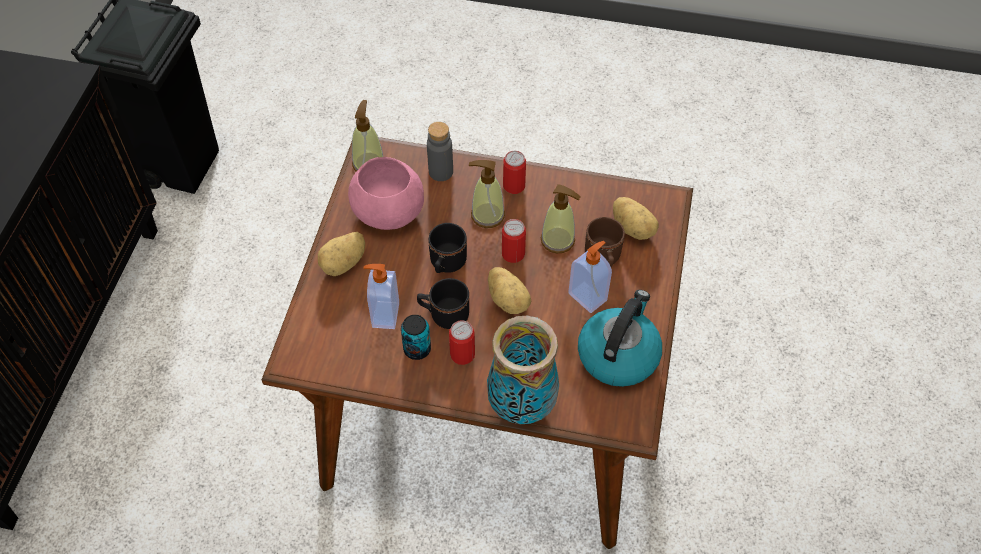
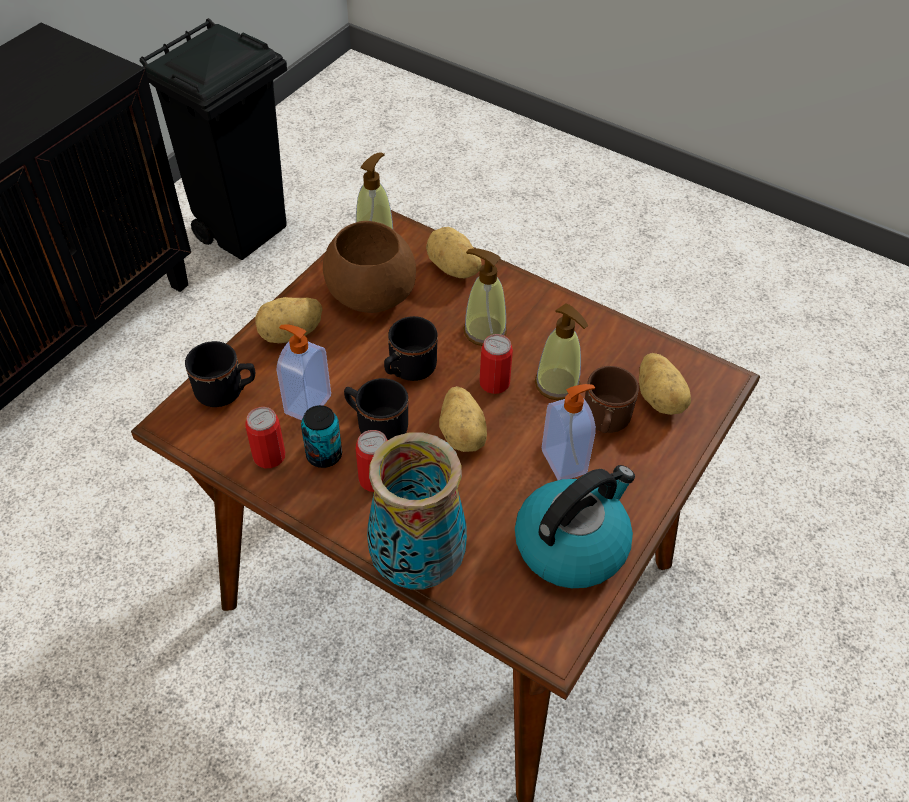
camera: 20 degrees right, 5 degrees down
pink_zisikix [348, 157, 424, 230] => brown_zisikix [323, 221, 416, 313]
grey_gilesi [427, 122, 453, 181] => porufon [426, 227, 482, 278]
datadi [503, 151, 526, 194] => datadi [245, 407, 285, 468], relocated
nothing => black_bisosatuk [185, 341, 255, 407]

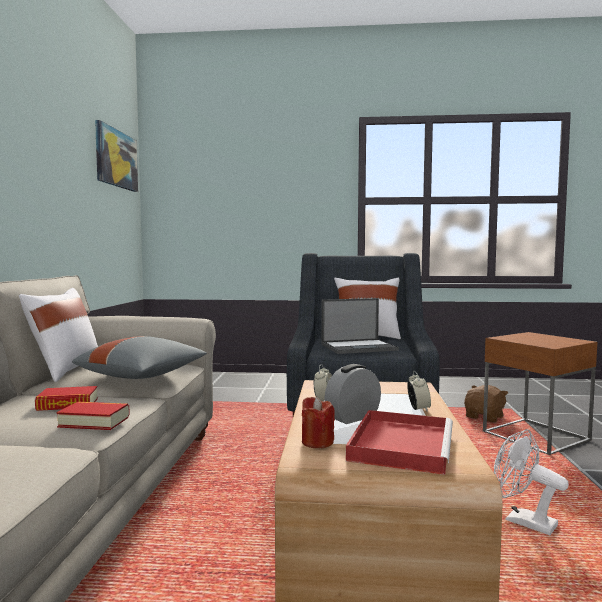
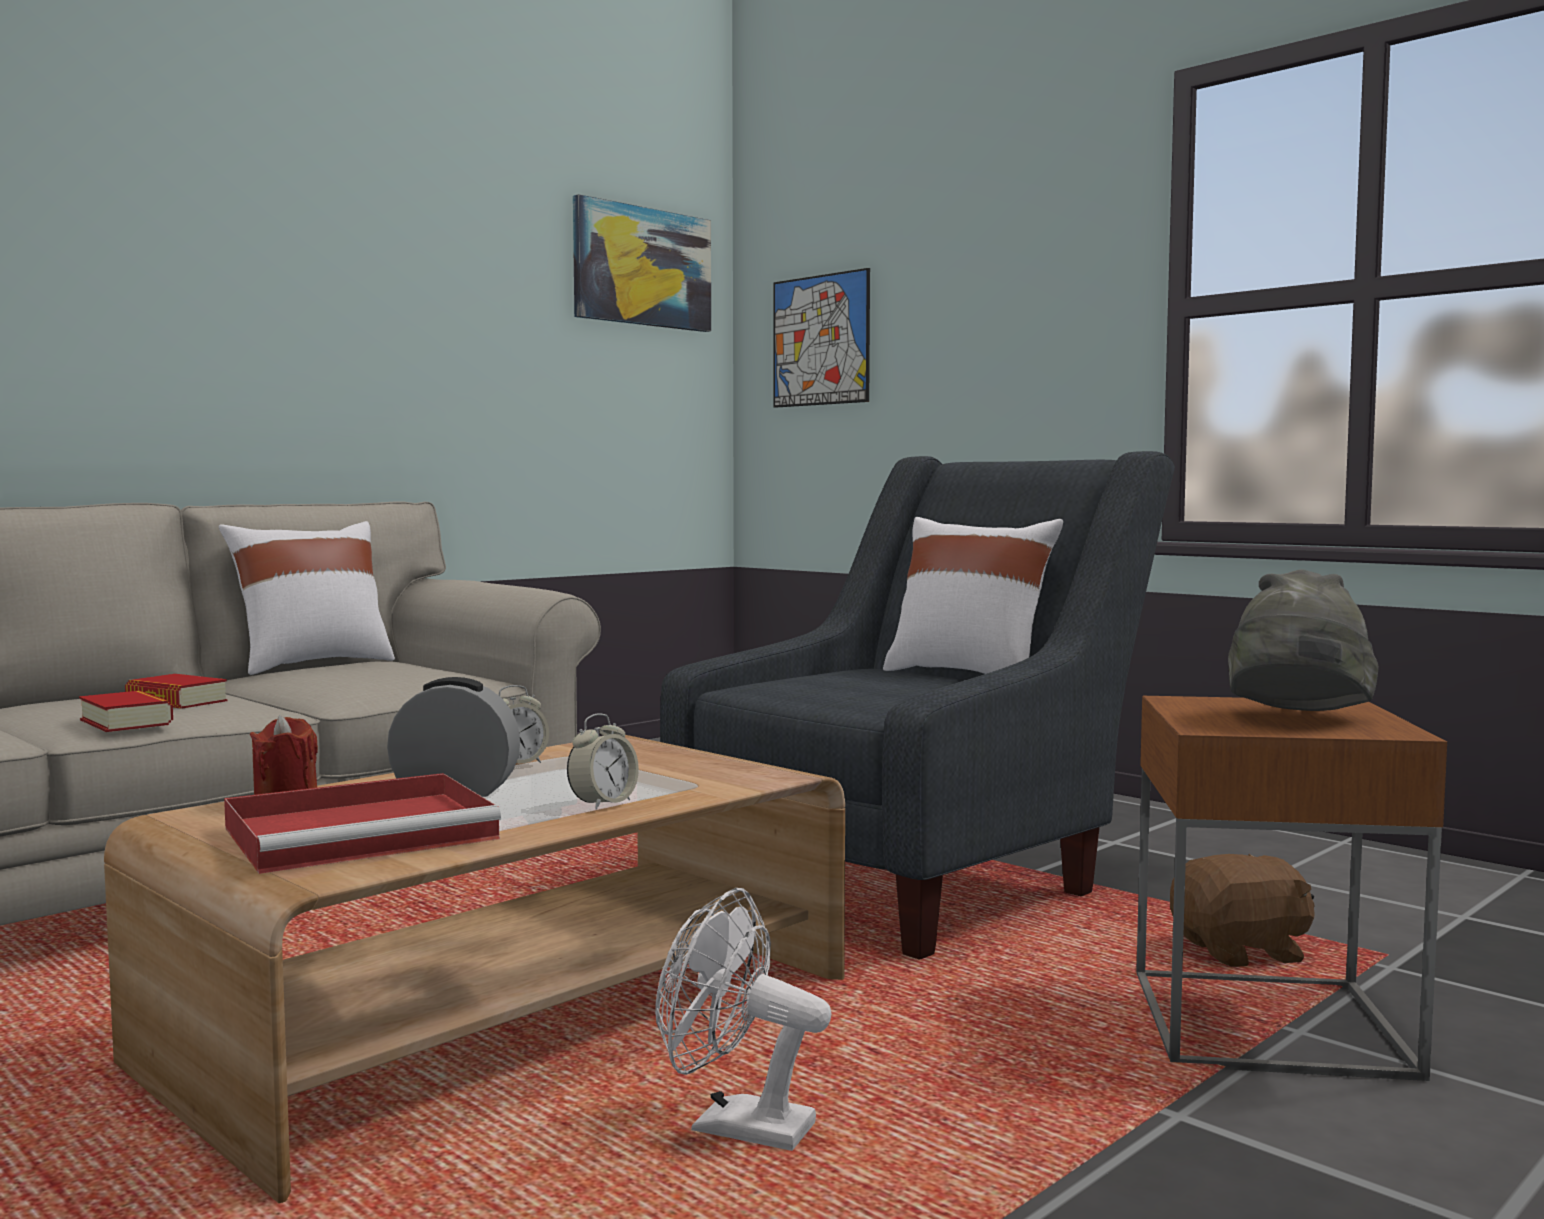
camera: 40 degrees right, 0 degrees up
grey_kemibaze [72, 336, 207, 379] => nothing
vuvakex [321, 298, 399, 354] => nothing
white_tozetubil [494, 429, 569, 535] => white_tozetubil [655, 888, 831, 1151], 60 degrees counterclockwise
nothing => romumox [774, 268, 870, 408]
nothing => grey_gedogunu [1228, 569, 1379, 711]

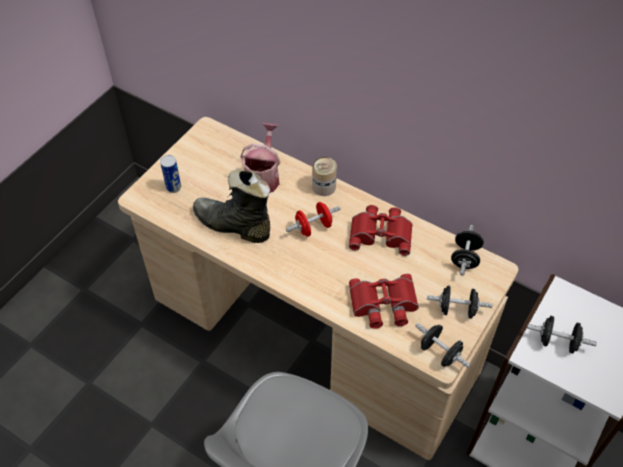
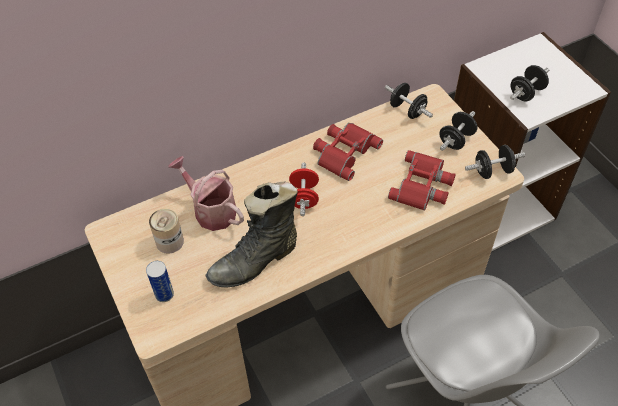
camera: 60 degrees left, 0 degrees up
datadi [312, 157, 337, 196] => datadi [149, 209, 184, 254], relocated

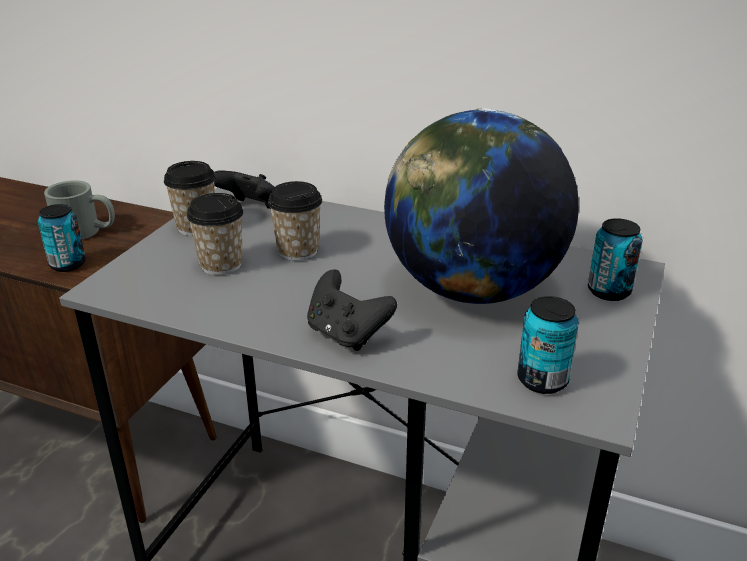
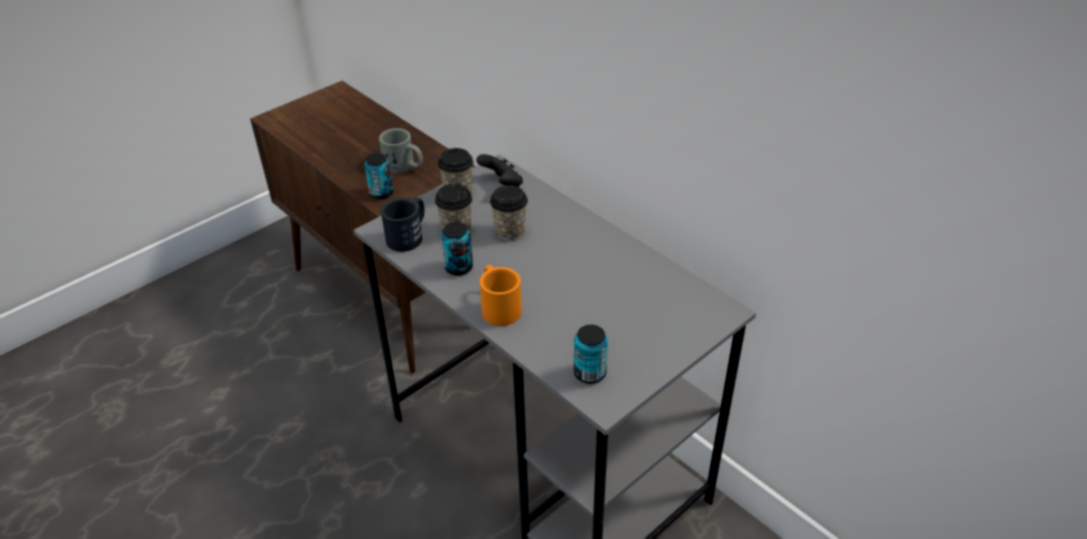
camera: 25 degrees right, 10 degrees up
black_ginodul [307, 270, 397, 351] => orange_bisosatuk [479, 265, 522, 326]
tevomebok [384, 108, 579, 304] => nothing
datadi [588, 218, 643, 301] => datadi [441, 222, 473, 276], relocated
nothing => black_bisosatuk [381, 197, 425, 252]

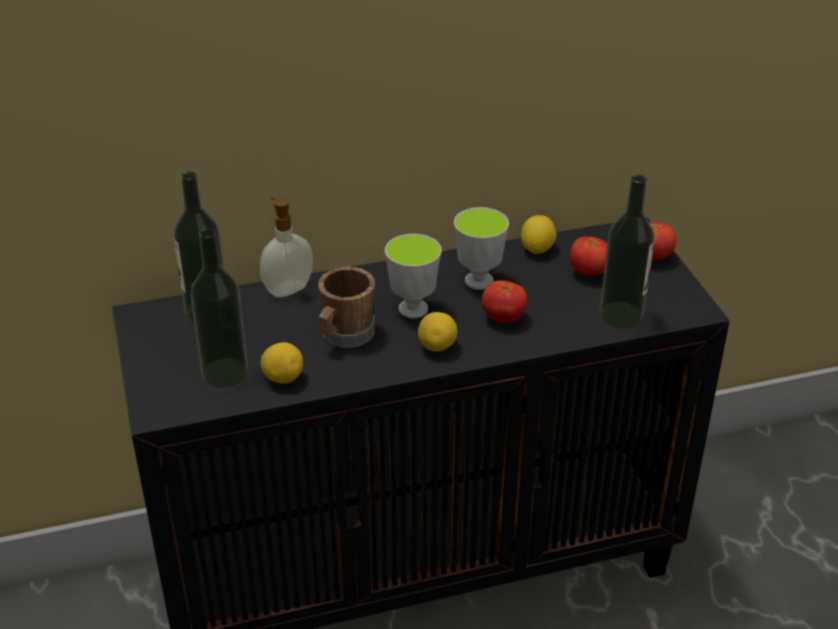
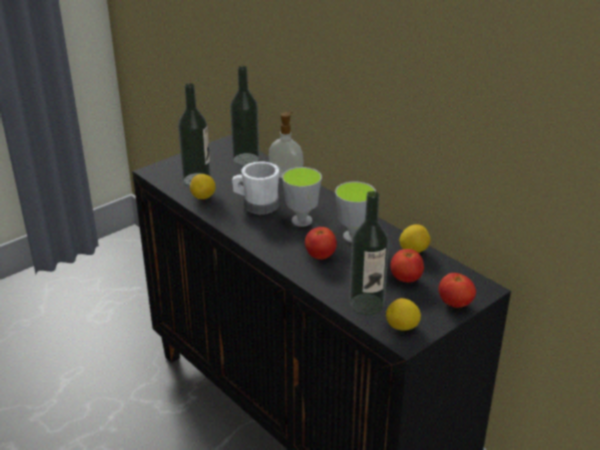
camera: 65 degrees right, 5 degrees down
brown_bisosatuk [318, 267, 375, 348] => white_bisosatuk [232, 161, 279, 214]
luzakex [418, 312, 457, 351] => luzakex [386, 298, 421, 330], relocated

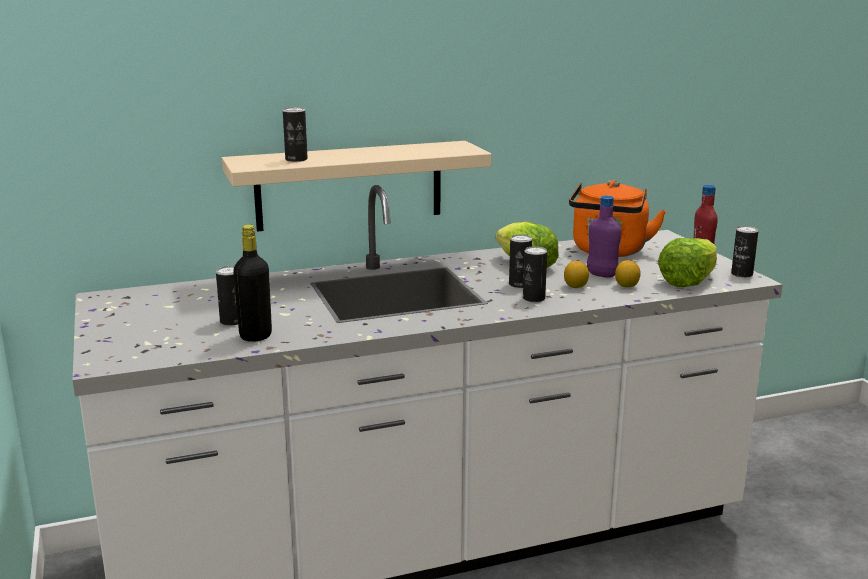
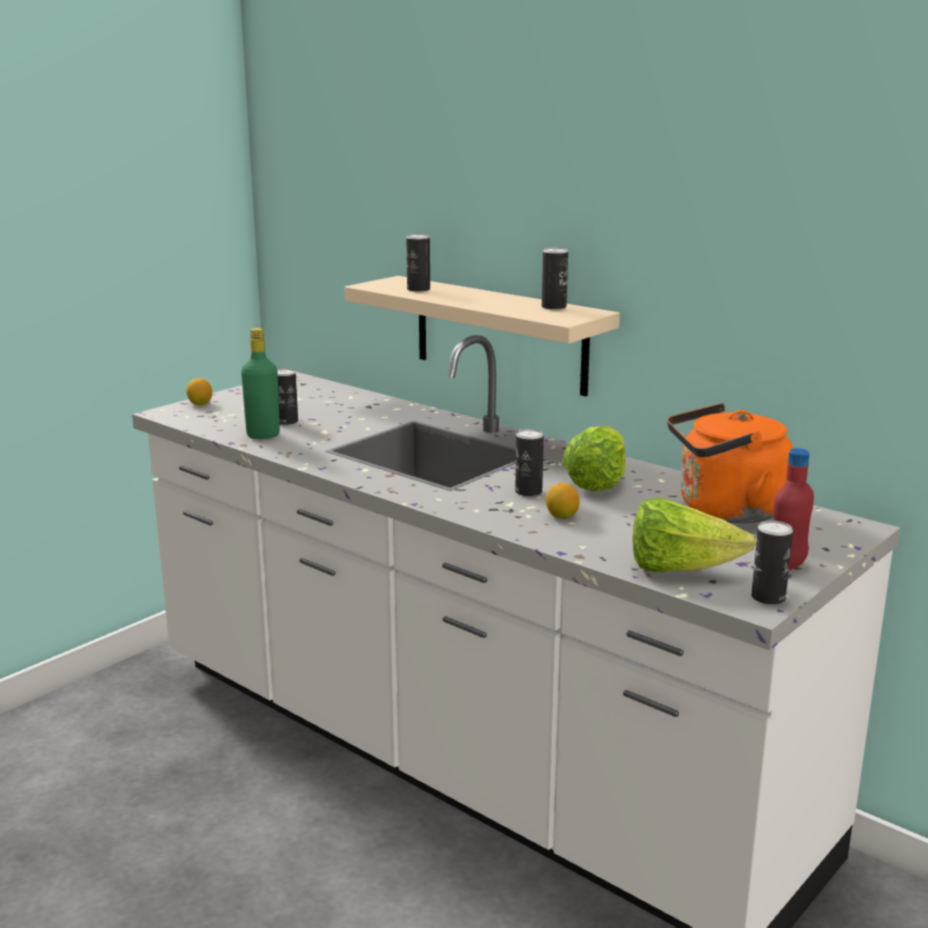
camera: 60 degrees right, 0 degrees up
black_gilesi [233, 225, 272, 342] => green_gilesi [241, 328, 280, 439]
datadi [523, 246, 547, 302] => datadi [542, 248, 568, 310], relocated
purple_gilesi [587, 196, 621, 278] => nothing
luzakex [615, 260, 641, 287] => luzakex [186, 378, 212, 405], relocated

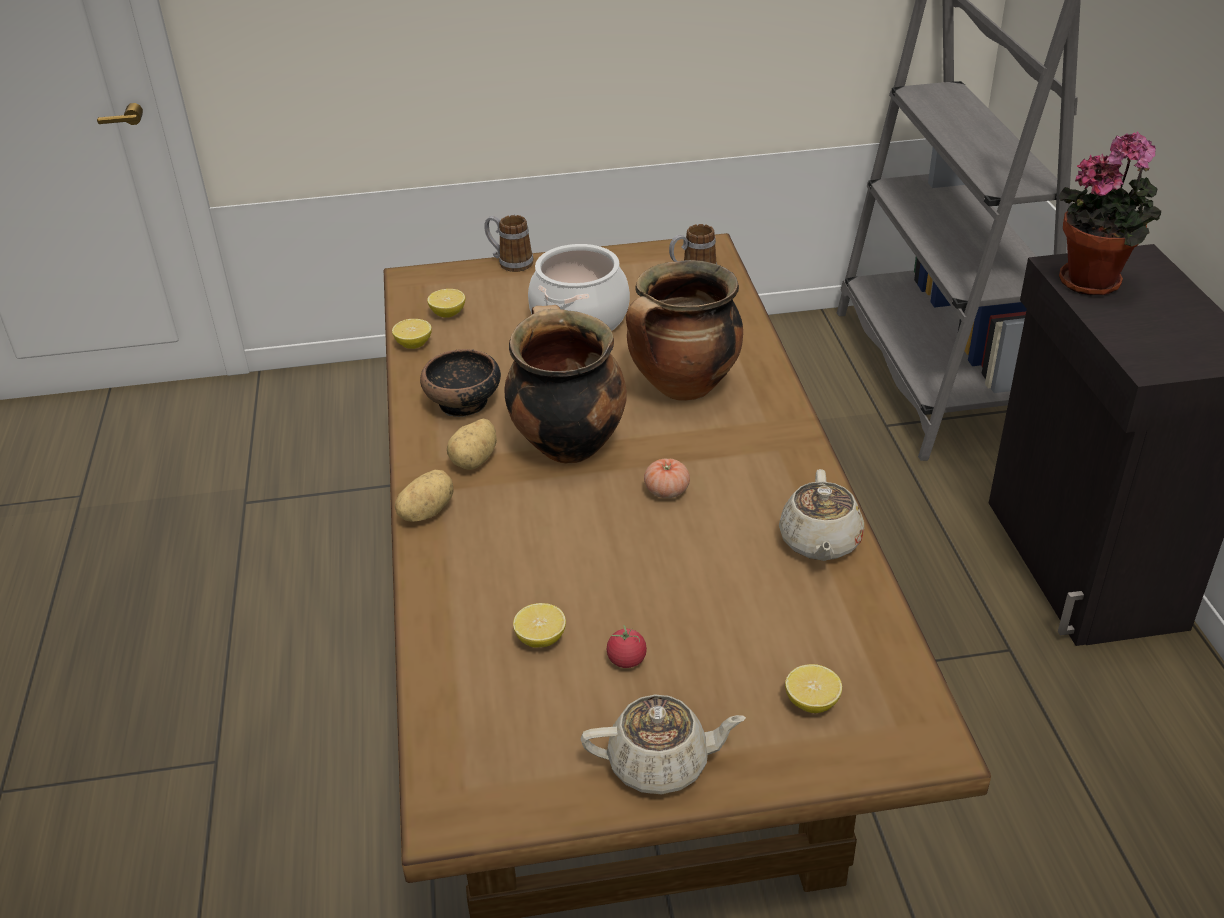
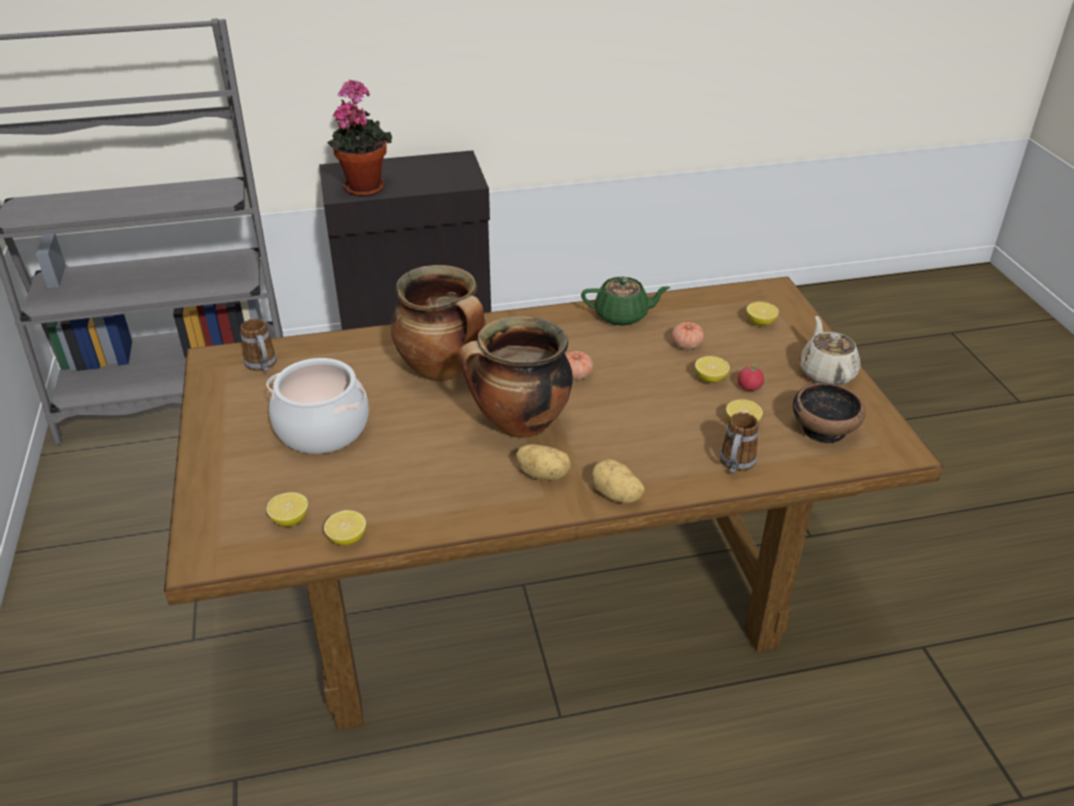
camera: 95 degrees left, 0 degrees up
zisikix [420, 349, 501, 417] => zisikix [793, 383, 866, 444], relocated
bisosatuk [484, 215, 533, 272] => bisosatuk [720, 412, 759, 474], relocated
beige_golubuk [779, 469, 864, 561] => green_golubuk [581, 277, 670, 326]
nothing => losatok [671, 322, 704, 349]
nothing => luzakex [695, 356, 730, 383]

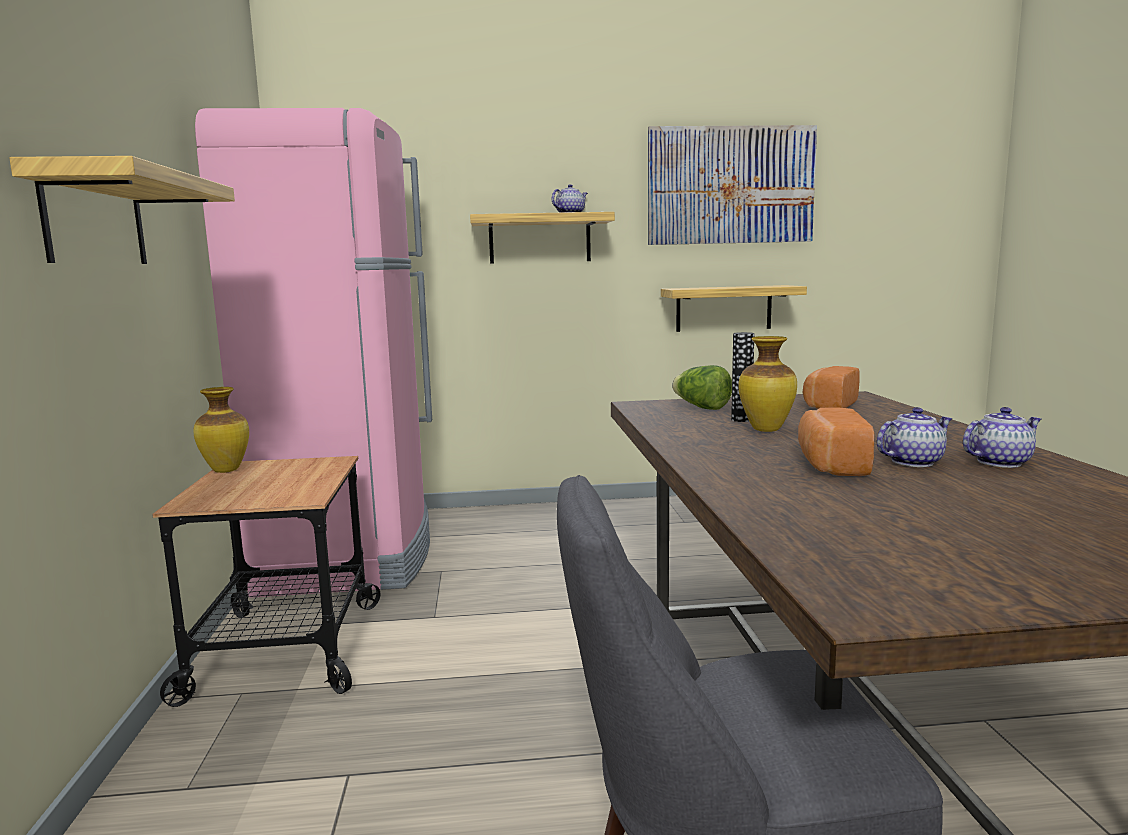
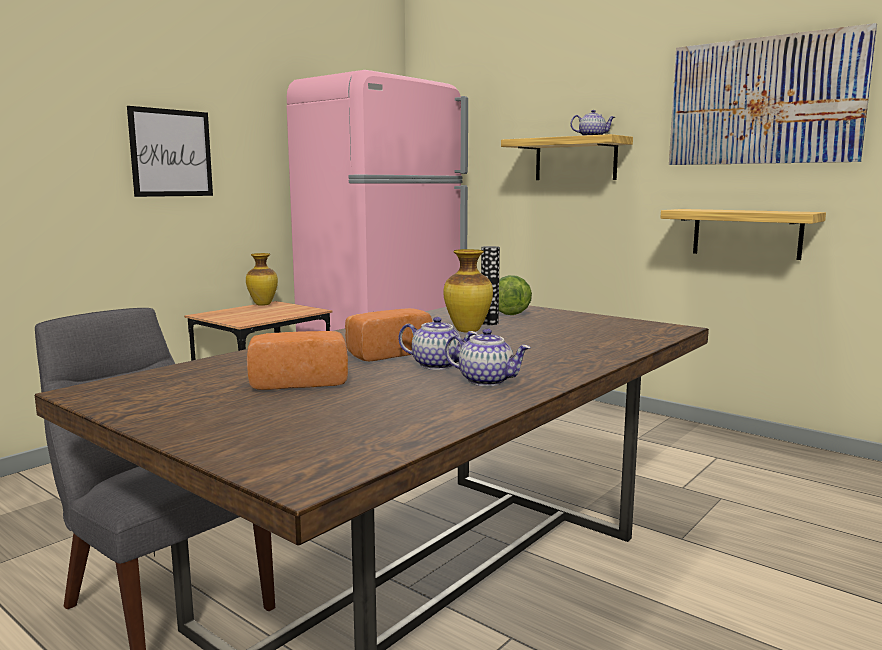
camera: 45 degrees right, 0 degrees up
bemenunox [9, 156, 235, 264] => romumox [127, 106, 213, 197]
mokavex [802, 366, 860, 409] => mokavex [247, 331, 348, 390], relocated

